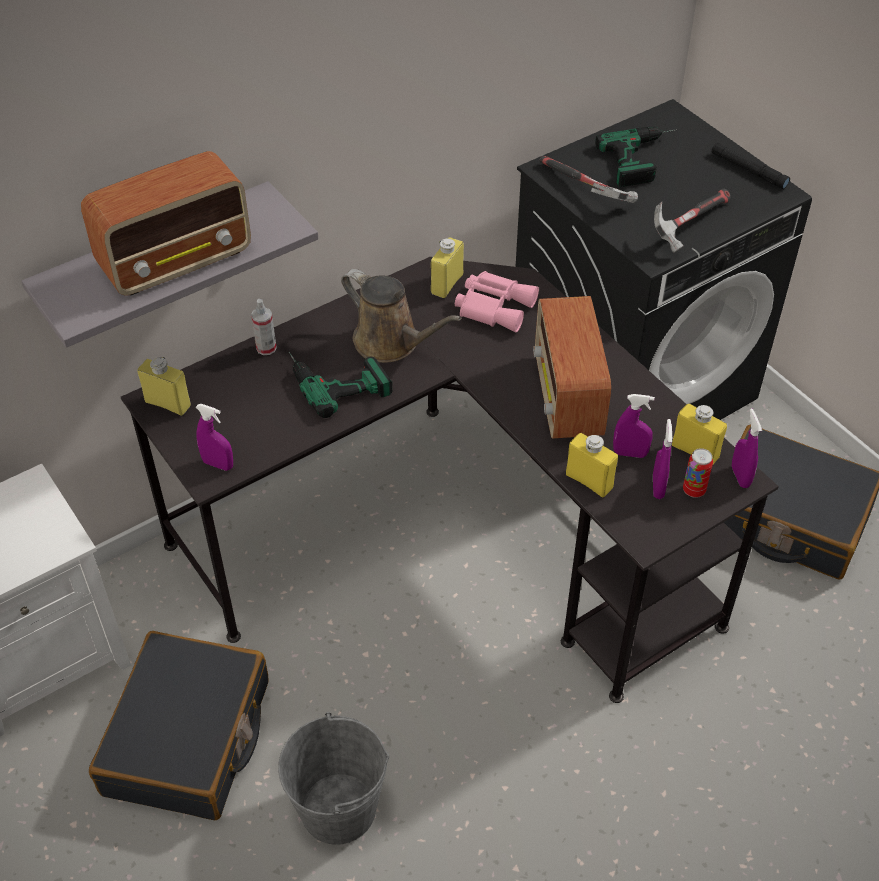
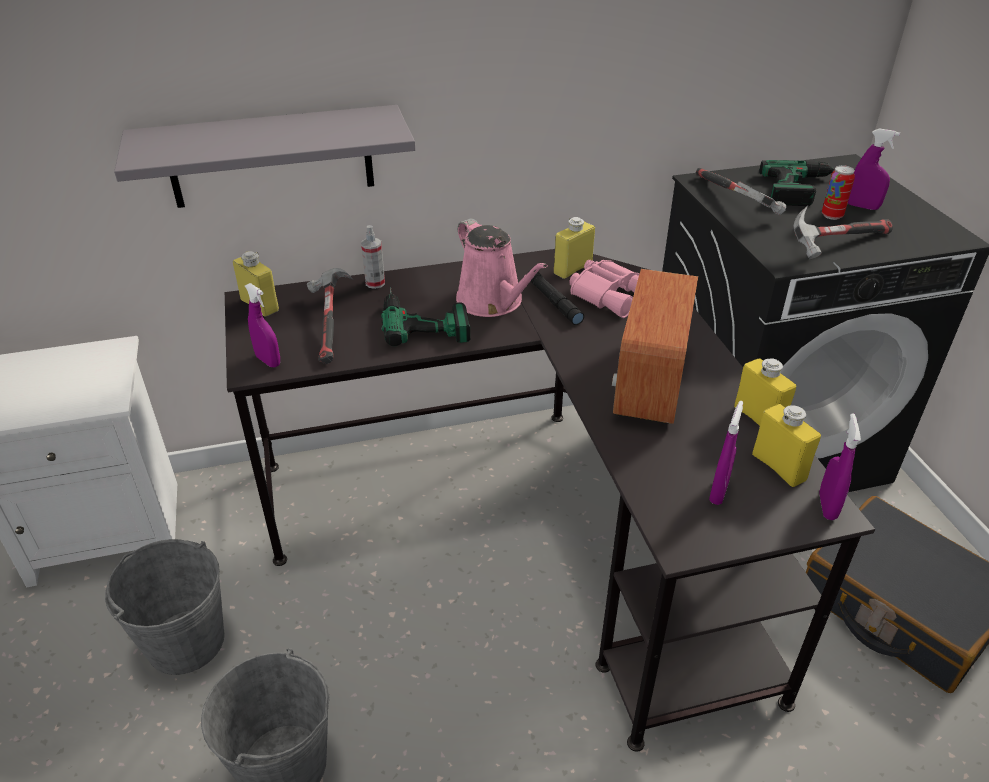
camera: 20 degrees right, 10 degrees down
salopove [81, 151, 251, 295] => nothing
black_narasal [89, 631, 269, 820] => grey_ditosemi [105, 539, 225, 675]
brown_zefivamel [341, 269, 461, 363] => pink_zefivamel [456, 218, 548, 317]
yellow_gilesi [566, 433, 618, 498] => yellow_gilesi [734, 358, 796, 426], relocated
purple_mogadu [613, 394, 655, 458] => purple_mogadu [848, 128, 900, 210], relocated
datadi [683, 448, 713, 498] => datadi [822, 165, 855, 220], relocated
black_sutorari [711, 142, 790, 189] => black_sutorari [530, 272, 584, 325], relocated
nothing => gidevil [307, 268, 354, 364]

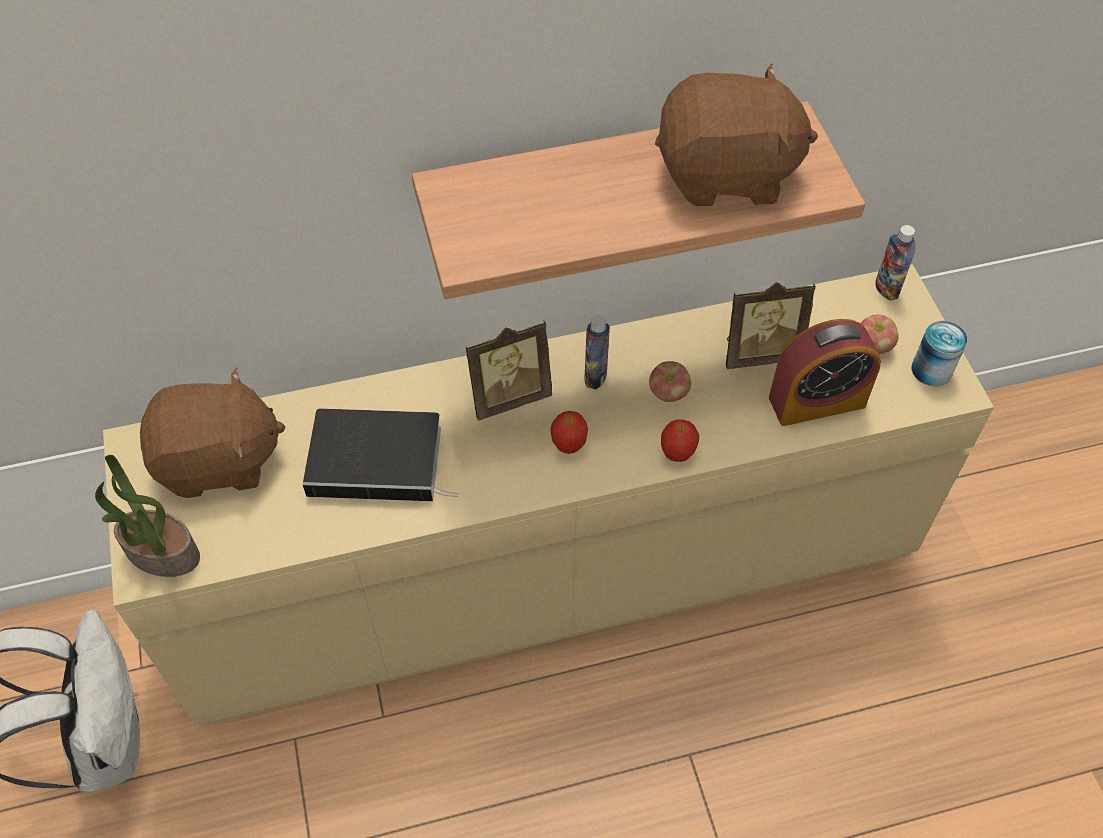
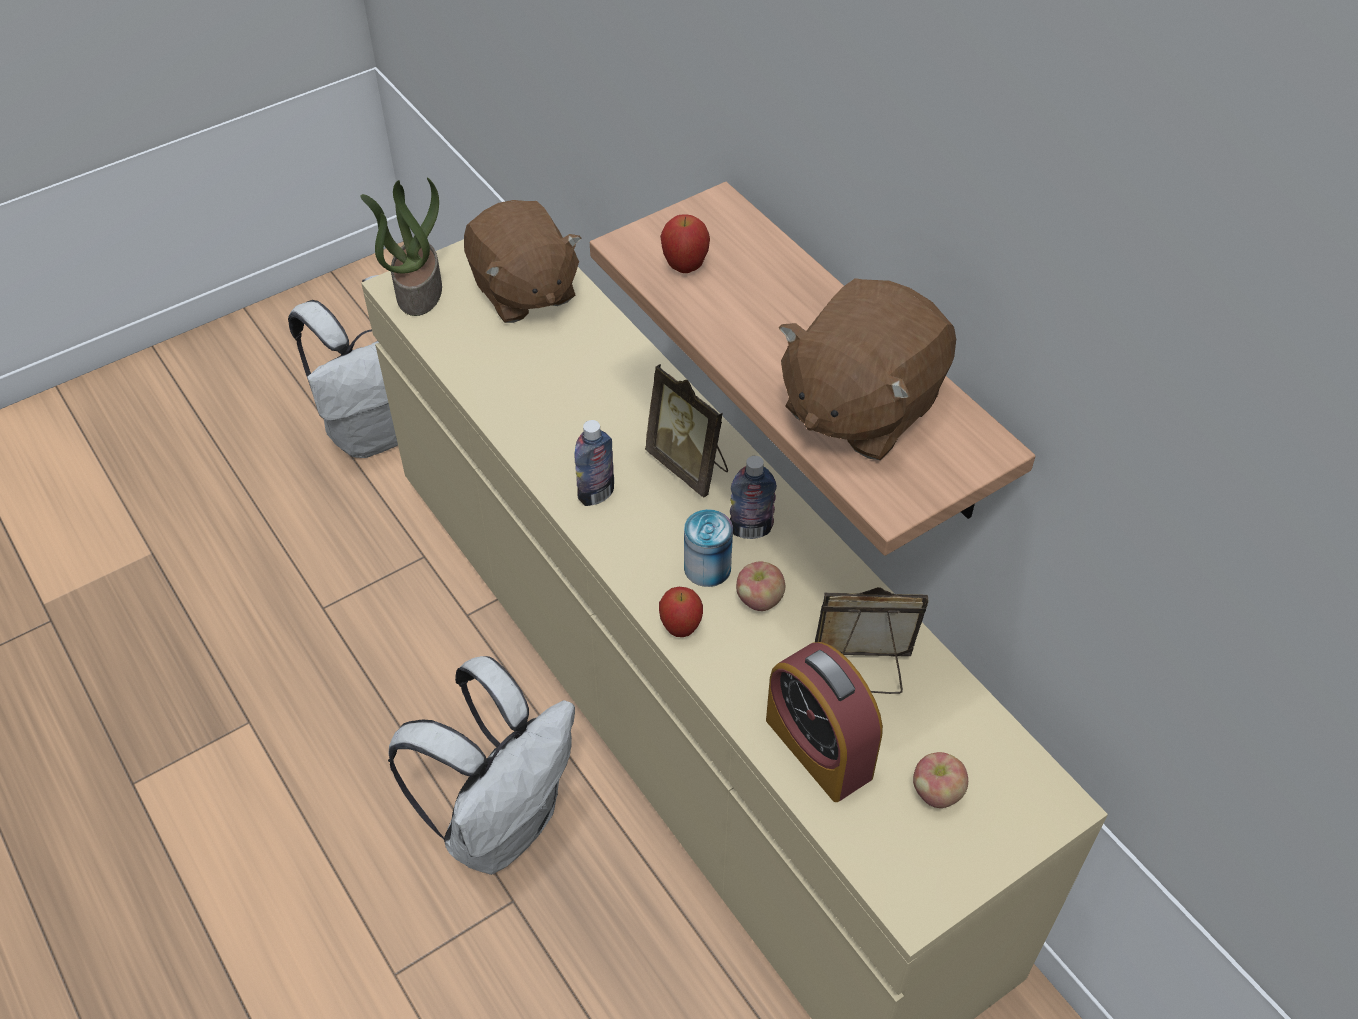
camera: 70 degrees right, 5 degrees down
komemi [303, 408, 459, 501] => nothing
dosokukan [550, 411, 588, 454] => dosokukan [660, 214, 710, 273], relocated
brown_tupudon [655, 64, 818, 206] => brown_tupudon [779, 278, 956, 460], 60 degrees clockwise
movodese [726, 282, 816, 369] => movodese [815, 587, 928, 694], 120 degrees clockwise
gilesi [875, 225, 916, 301] => gilesi [575, 420, 614, 506], relocated
datadi [912, 321, 967, 386] => datadi [684, 509, 733, 587], relocated
nothing => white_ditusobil [388, 656, 575, 875]

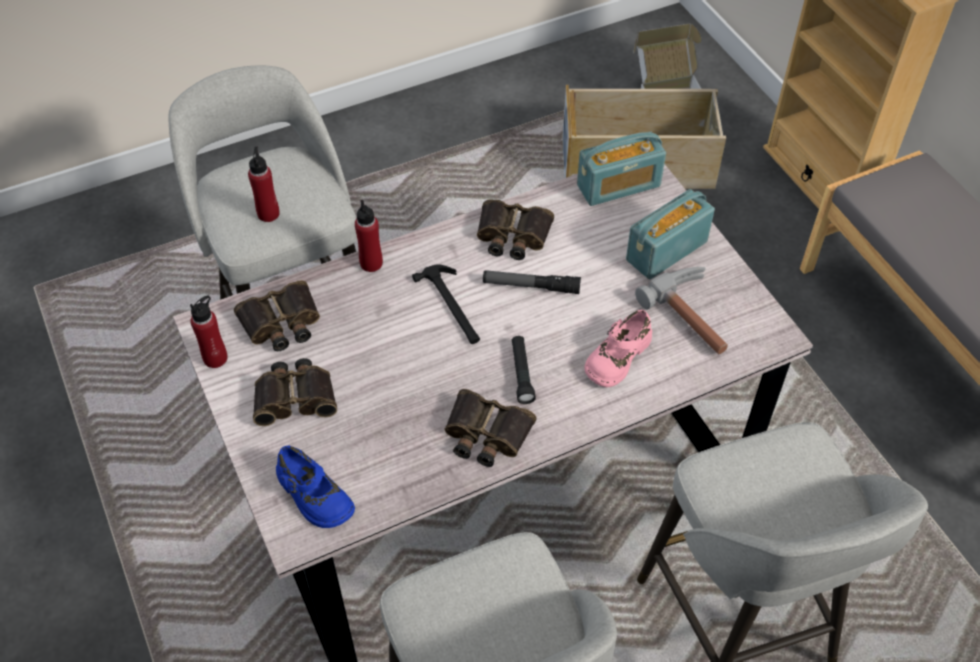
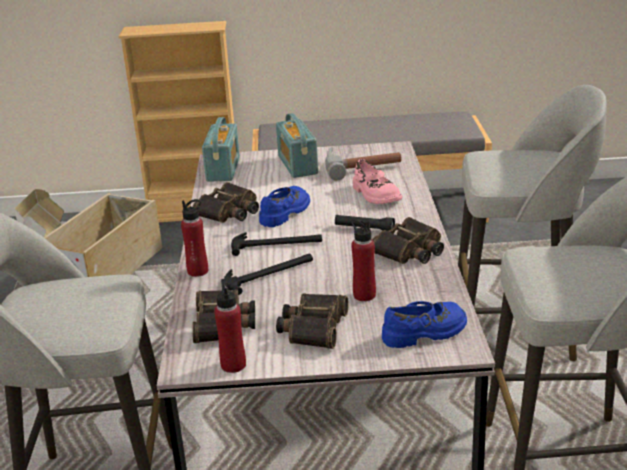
camera: 65 degrees left, 25 degrees down
red_gilesi [248, 147, 280, 222] => red_gilesi [350, 219, 376, 301], relocated
sutorari [483, 270, 581, 294] => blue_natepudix [259, 186, 310, 227]
nothing => gidevil [224, 254, 313, 295]

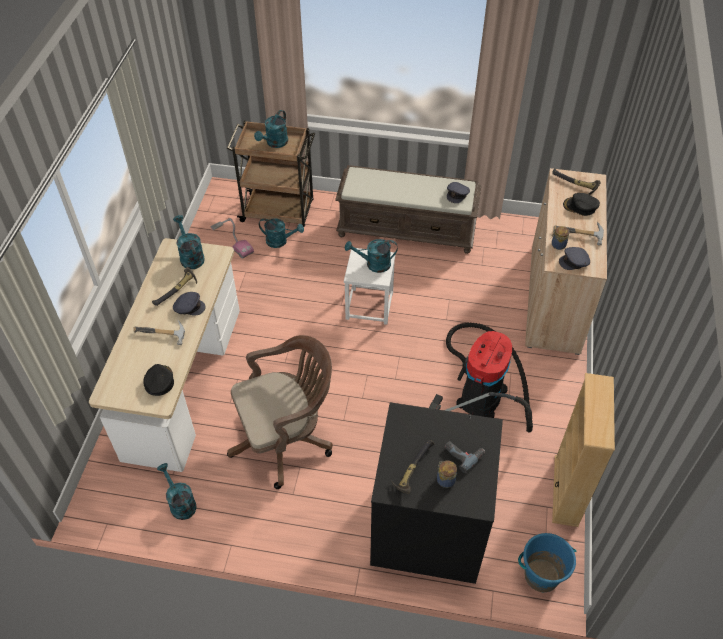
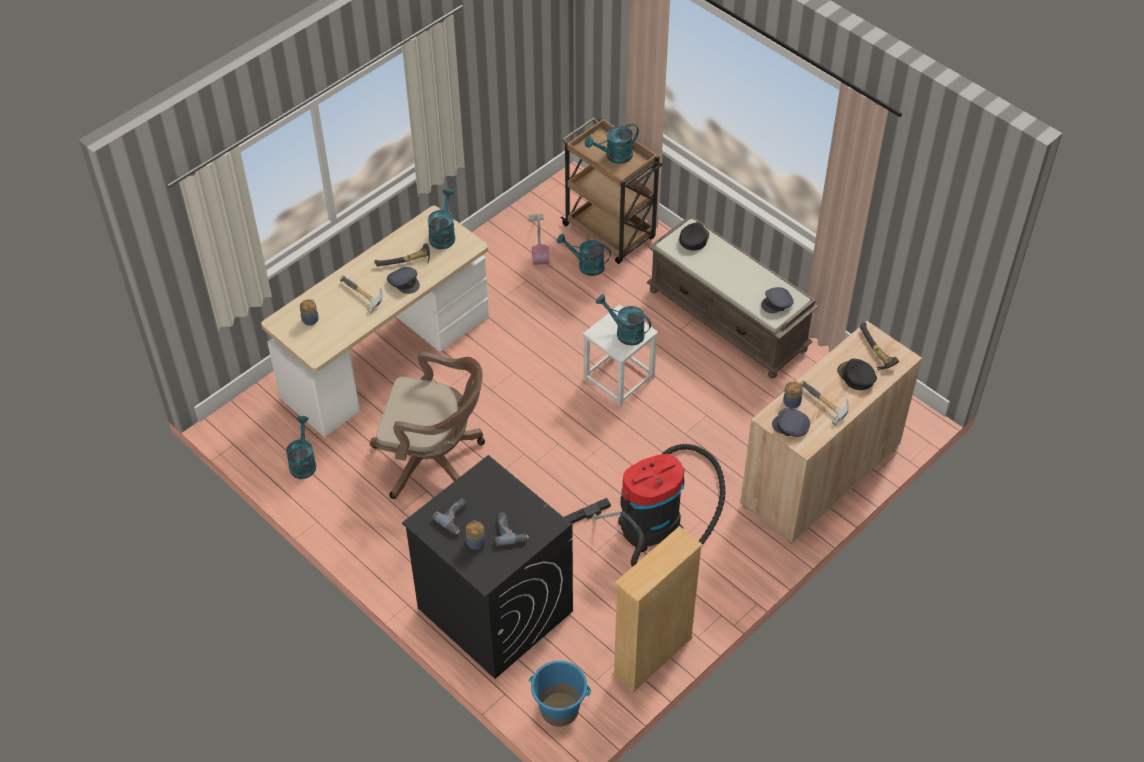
camera: 35 degrees right, 0 degrees up
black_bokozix [143, 364, 174, 396] => black_bokozix [679, 222, 709, 251], relocated
turquoise_zefivamel [259, 218, 304, 248] => turquoise_zefivamel [557, 234, 611, 276], 150 degrees clockwise
gidevil [391, 440, 434, 493] => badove [432, 498, 467, 534]
nothing => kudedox [300, 299, 319, 326]

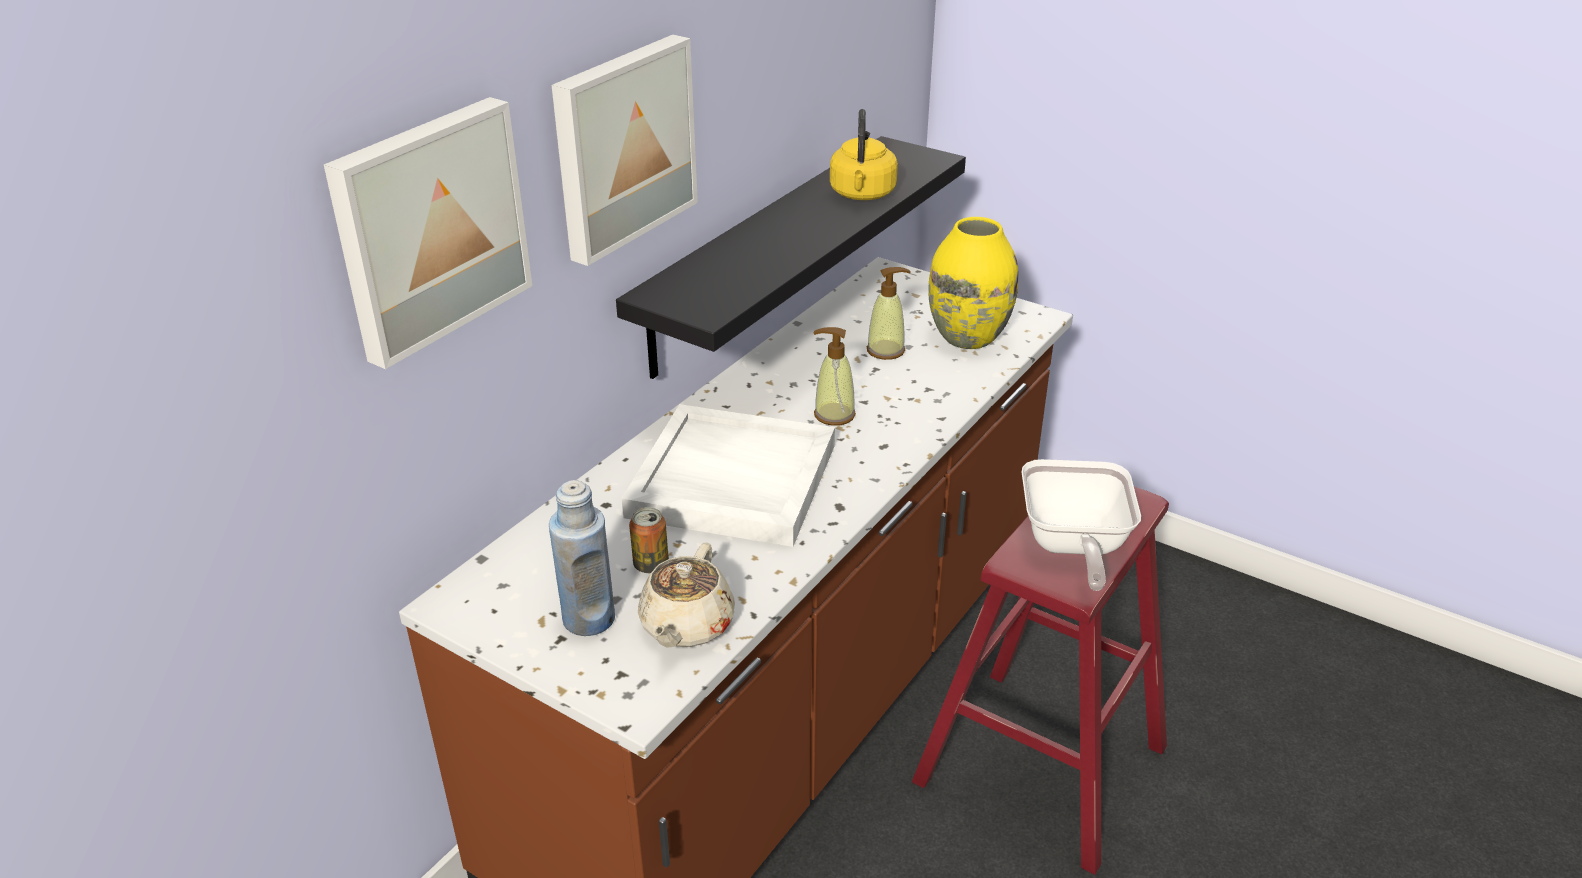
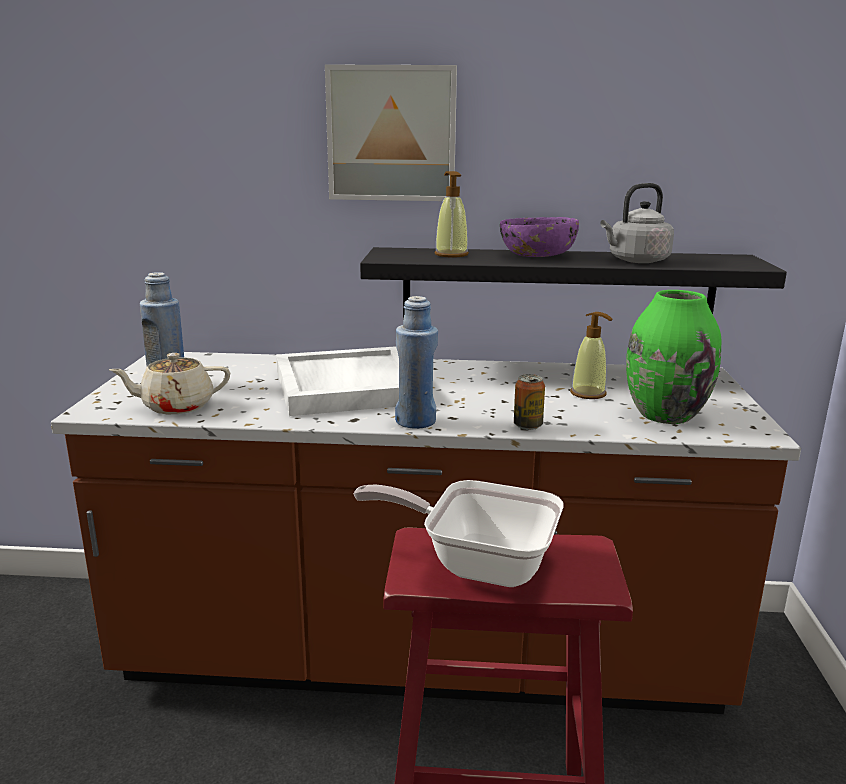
camera: 60 degrees right, 15 degrees down
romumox [324, 97, 533, 369] => nothing
datadi [629, 507, 669, 573] => datadi [514, 374, 545, 430], relocated
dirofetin [814, 327, 856, 426] => dirofetin [434, 171, 469, 258], relocated
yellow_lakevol [830, 109, 898, 200] => grey_lakevol [600, 183, 674, 263]
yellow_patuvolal [928, 217, 1018, 349] => green_patuvolal [626, 290, 721, 424]
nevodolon [1021, 459, 1141, 591] => nevodolon [354, 480, 564, 587], 45 degrees clockwise
nothing => blue_gilesi [395, 296, 438, 429]
nothing => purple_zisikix [500, 217, 579, 257]

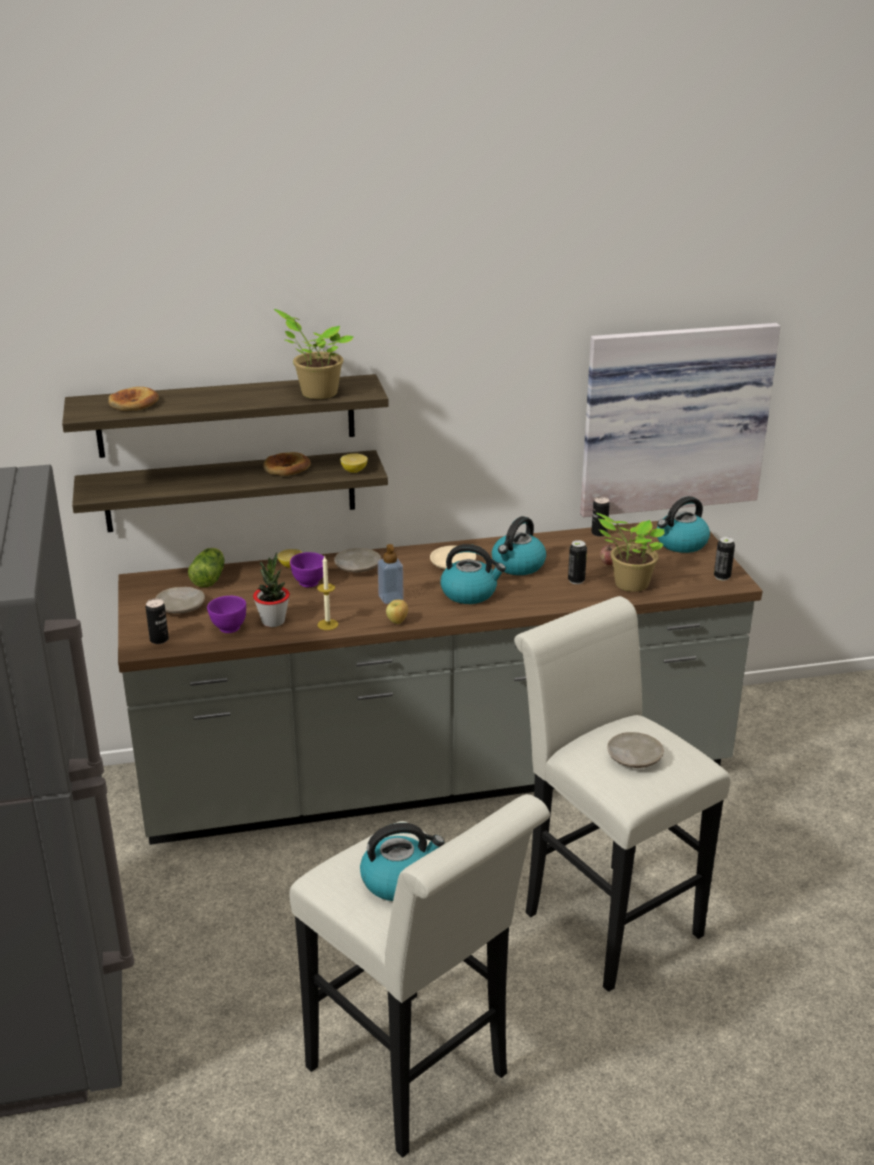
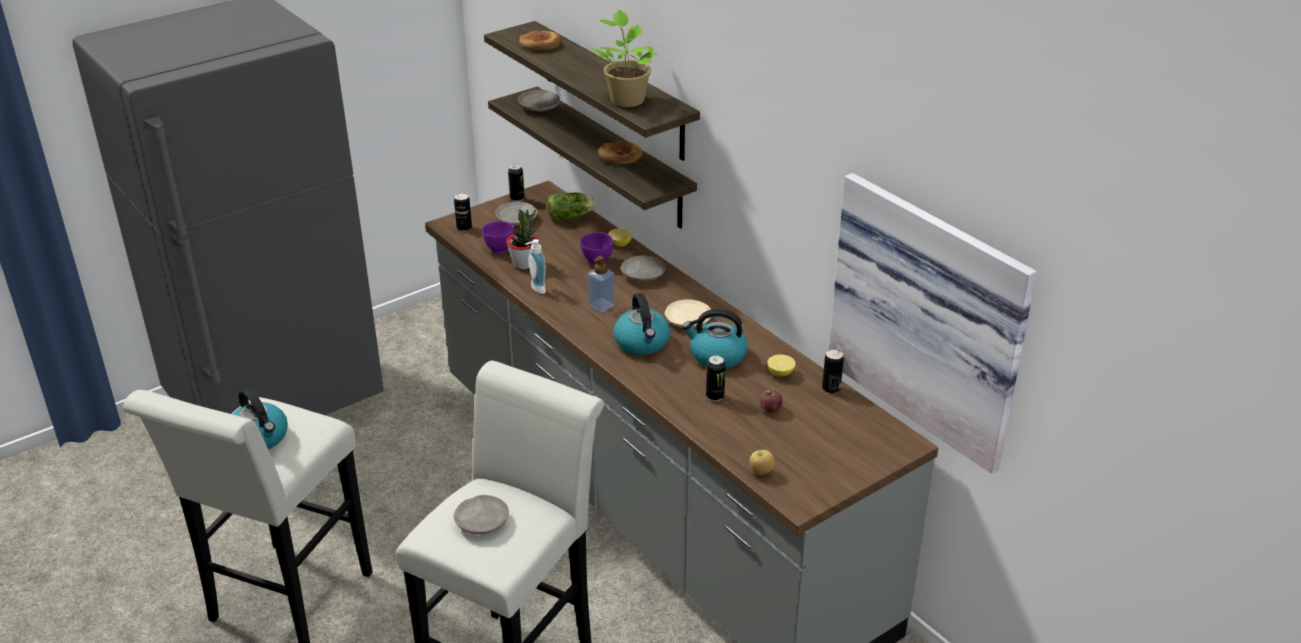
camera: 65 degrees right, 5 degrees up
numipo [317, 556, 338, 630] => dirofetin [525, 239, 546, 294]
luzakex [340, 453, 368, 473] => luzakex [767, 355, 796, 377], relocated
dosokukan [386, 600, 408, 624] => dosokukan [749, 450, 775, 475], relocated
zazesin [596, 513, 664, 592] => nothing
lakevol [657, 496, 710, 553] => nothing
datadi [714, 537, 735, 581] => datadi [508, 164, 525, 202], relocated
nothing => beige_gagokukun [518, 90, 561, 112]

